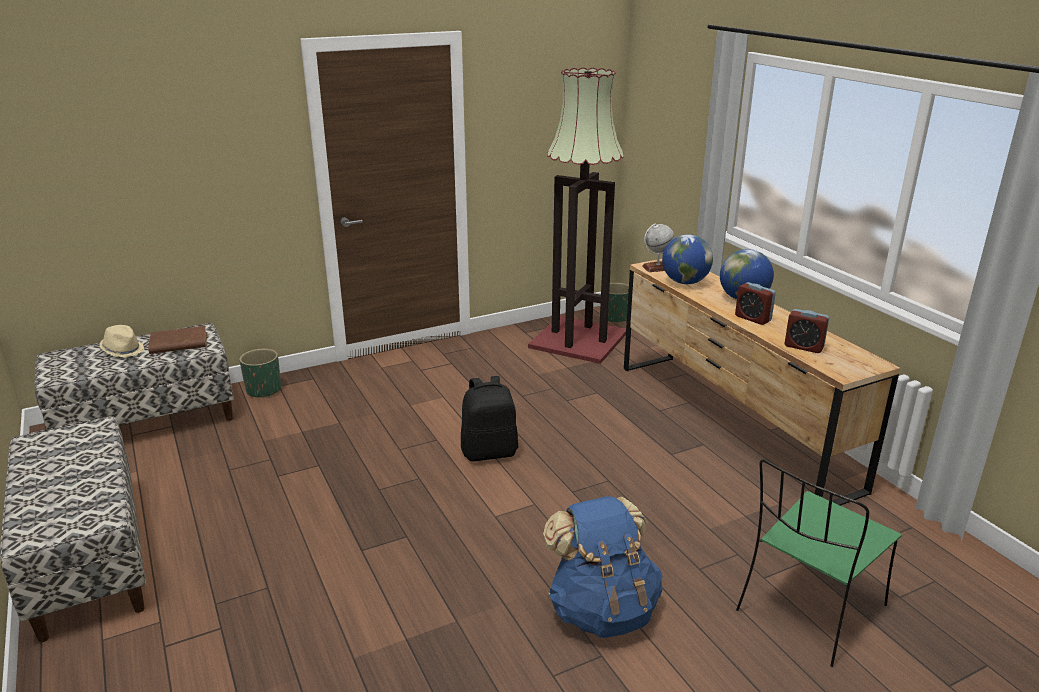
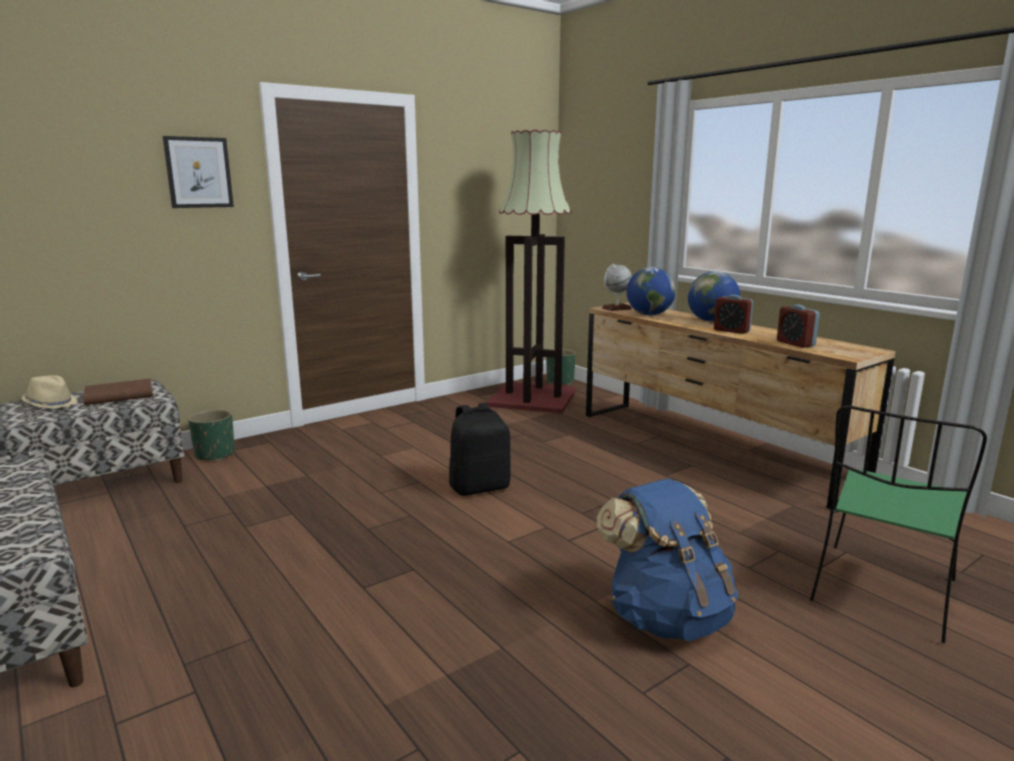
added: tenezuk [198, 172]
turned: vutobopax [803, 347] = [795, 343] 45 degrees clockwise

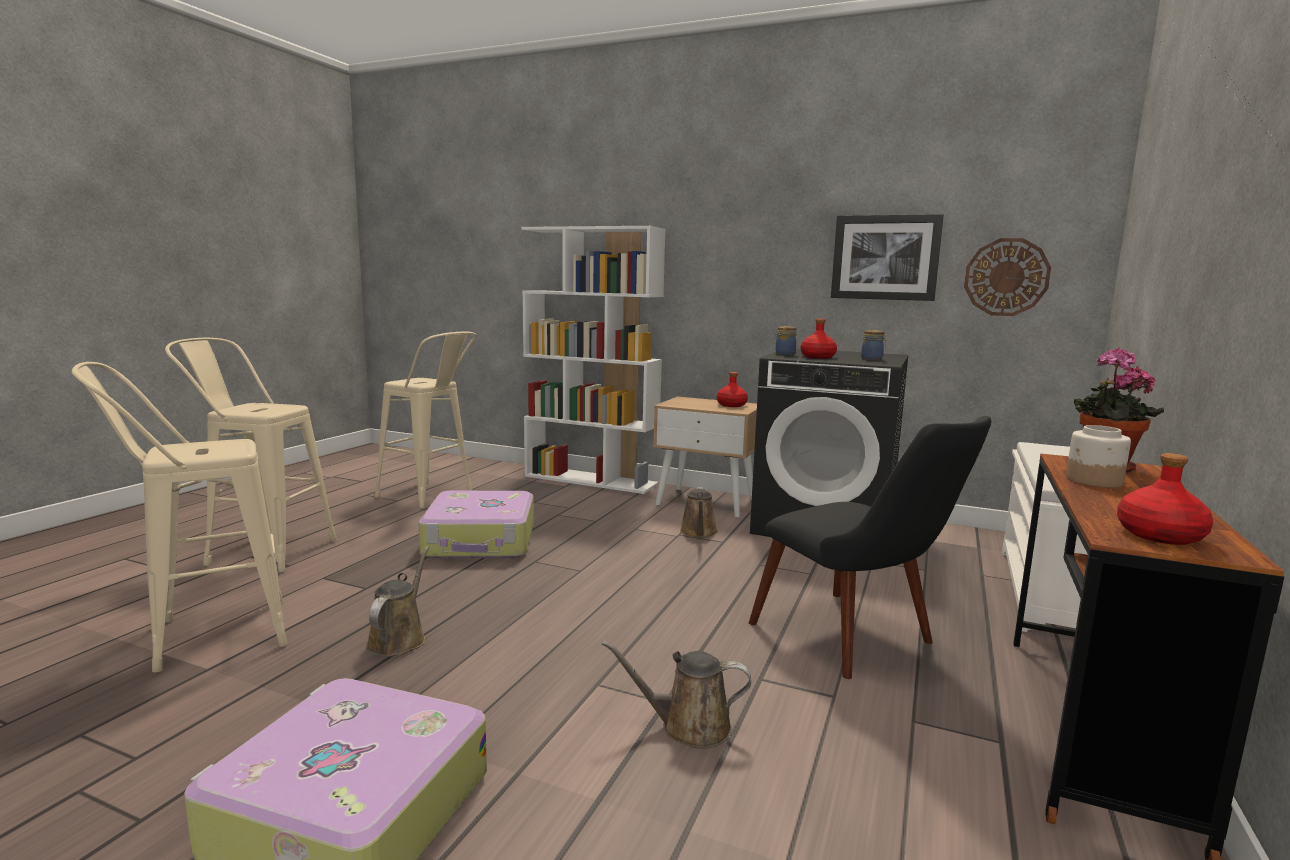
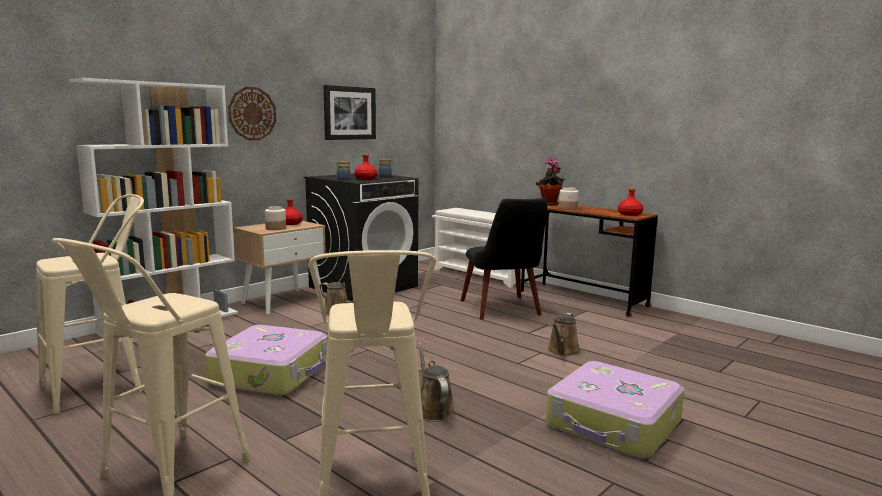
added: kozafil [275, 228]
moved: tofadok [1006, 277] to [252, 113]
turned: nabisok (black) [858, 641] = [504, 311] 90 degrees clockwise; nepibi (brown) [399, 639] = [432, 409] 45 degrees clockwise

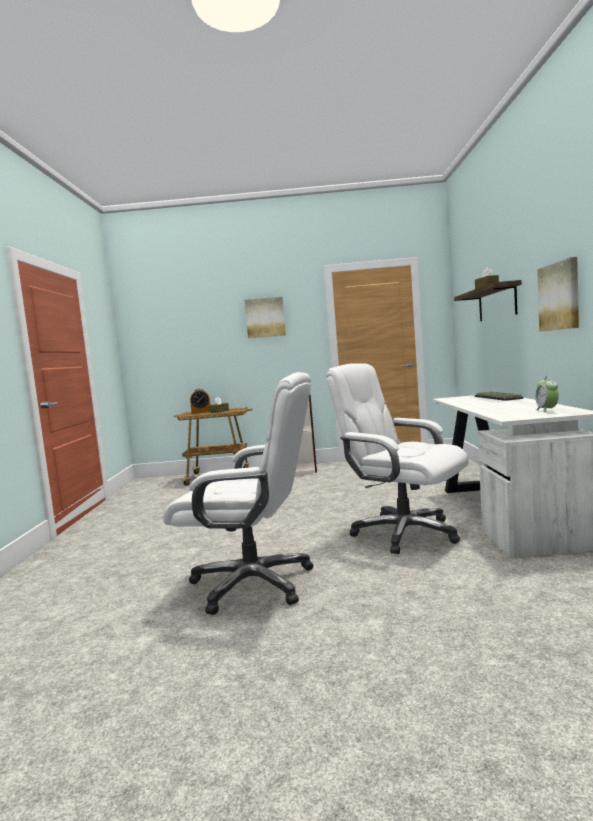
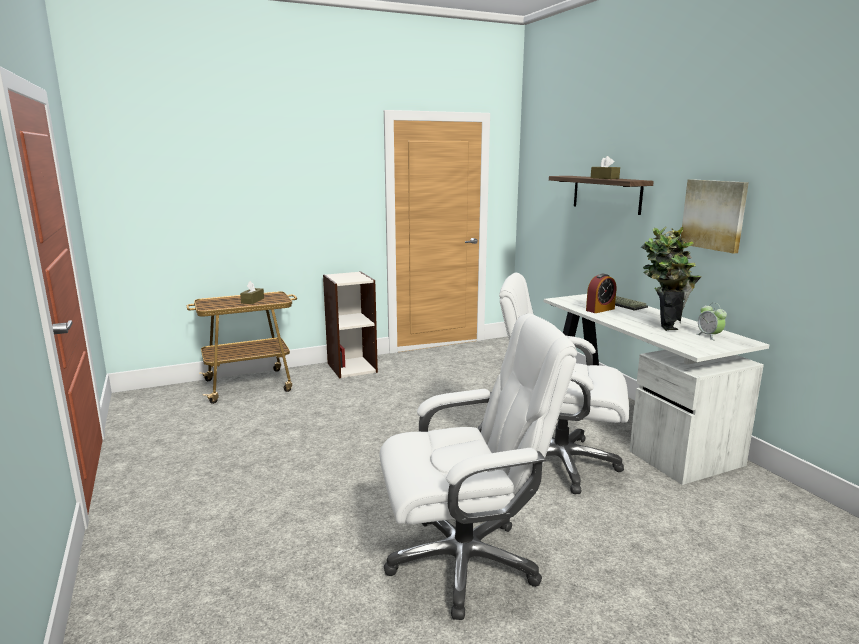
removed: tenezuk [265, 317]
added: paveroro [663, 324]
moved: vutobopax [201, 412] to [600, 309]

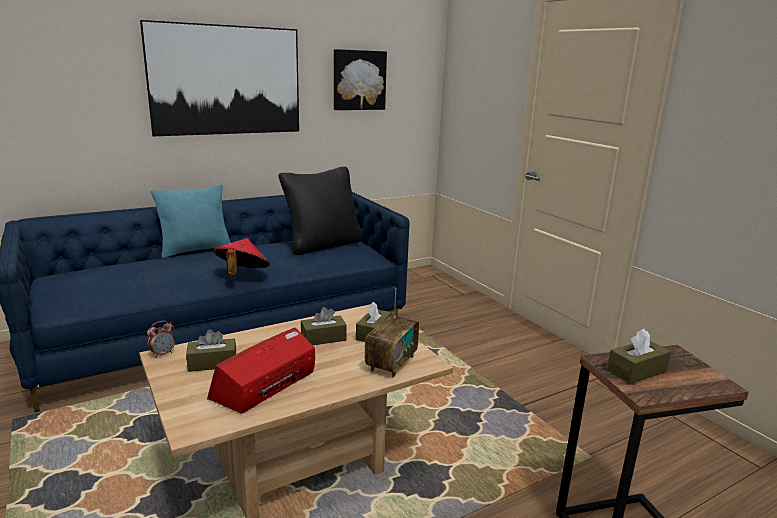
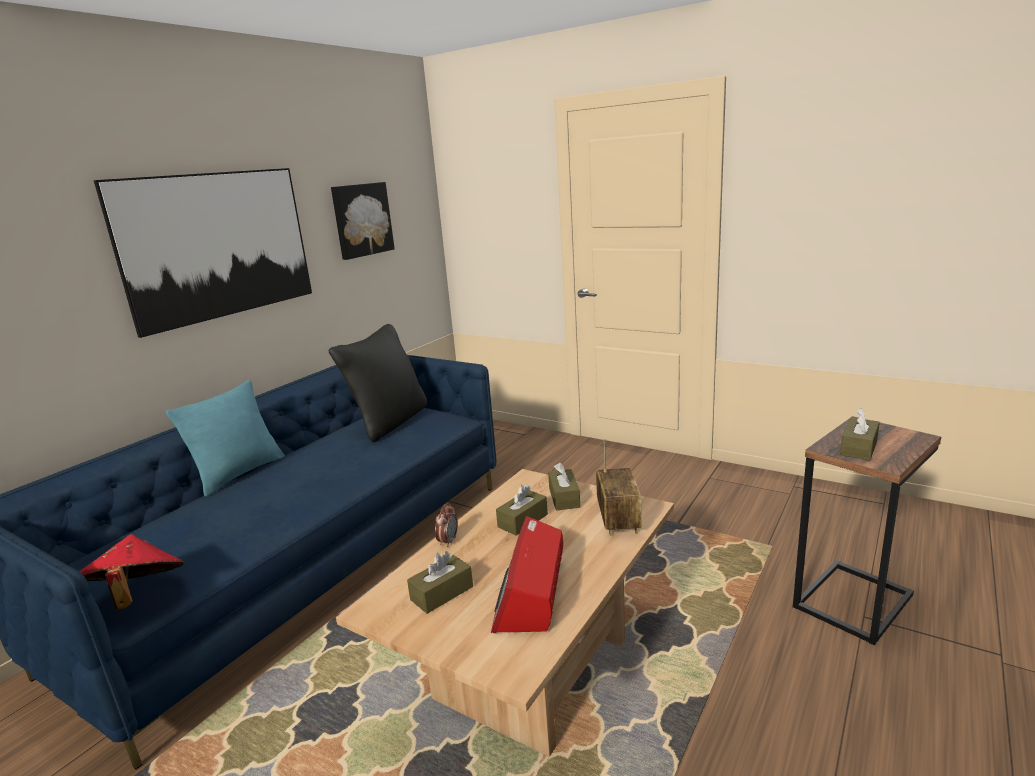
moved: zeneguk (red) [242, 274] to [138, 595]; vutobopax [162, 354] to [448, 541]

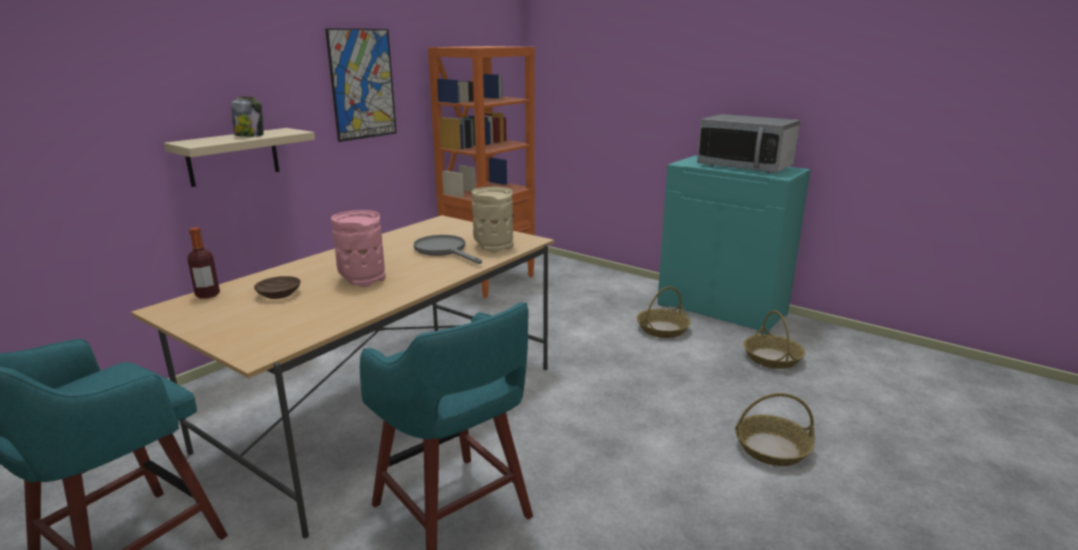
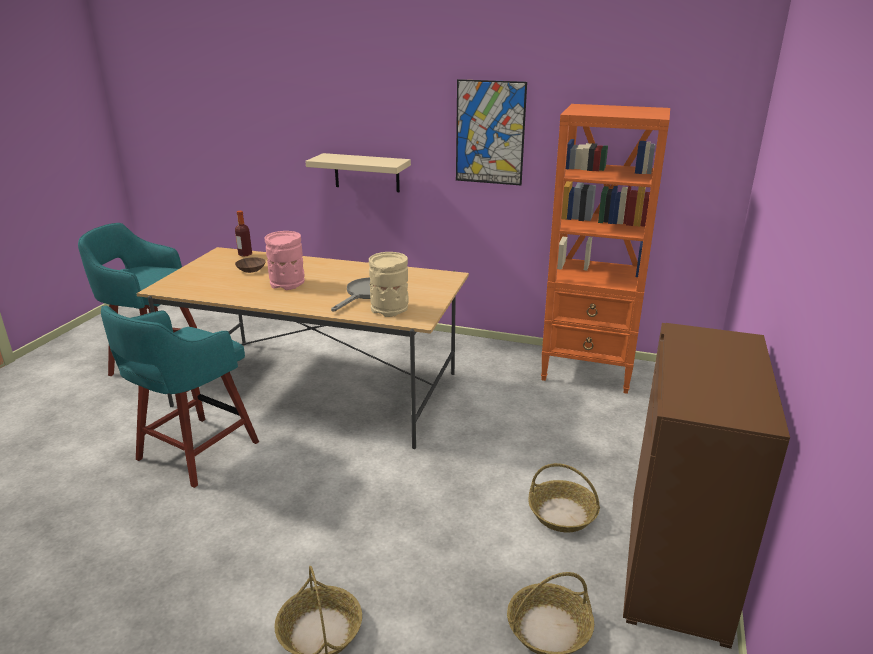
removed: kozafil [249, 135]; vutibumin [745, 166]
recoloured: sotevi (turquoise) [722, 309] to sotevi (brown) [678, 565]

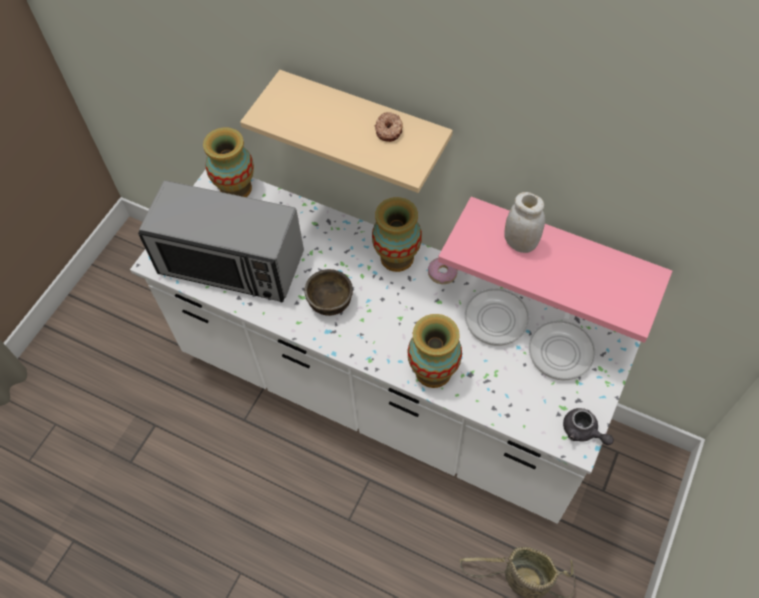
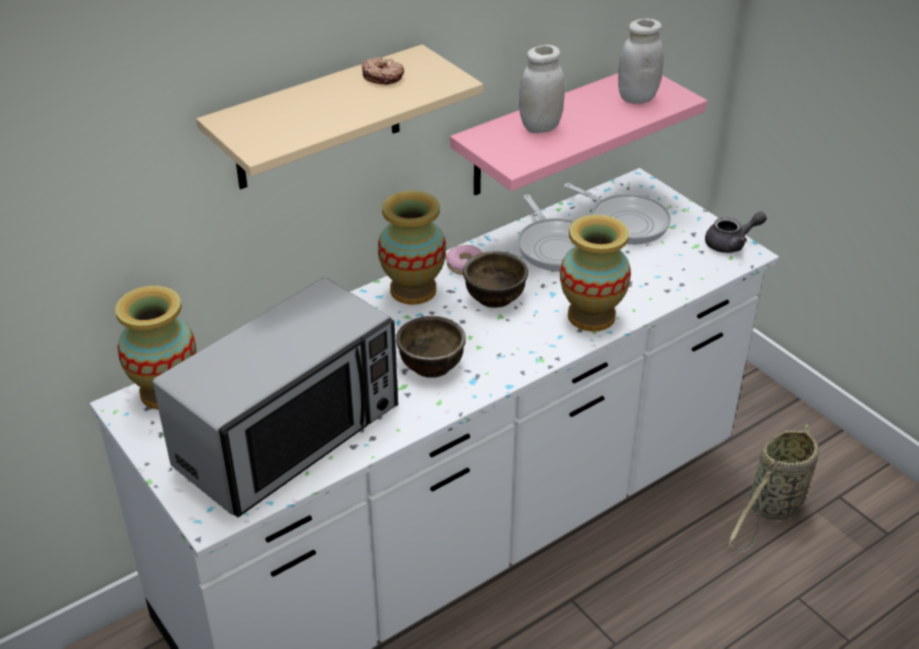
added: kozafil (white) [637, 97]; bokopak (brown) [495, 297]

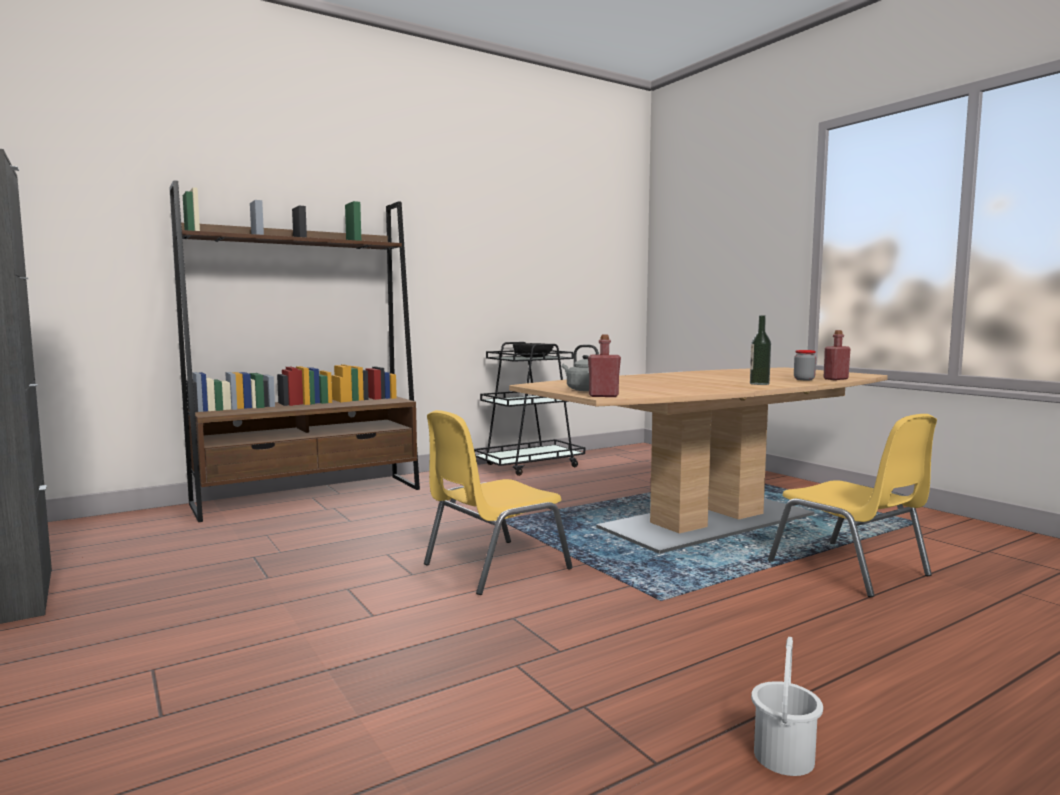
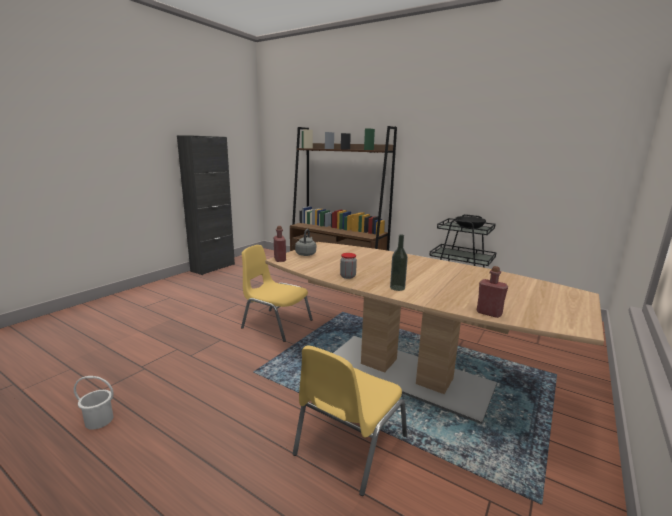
moved: kozafil [804, 379] to [348, 276]

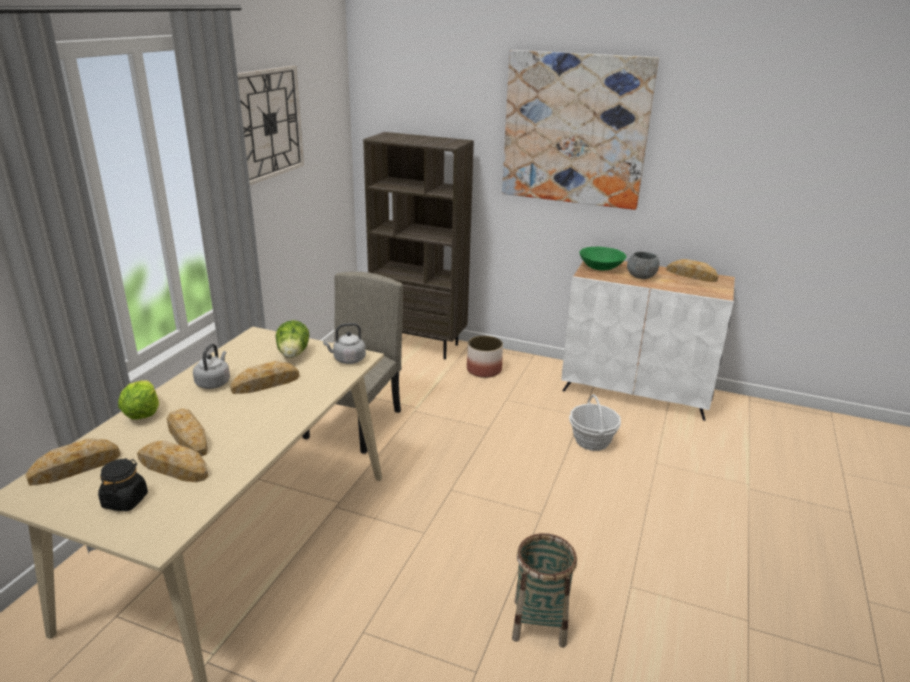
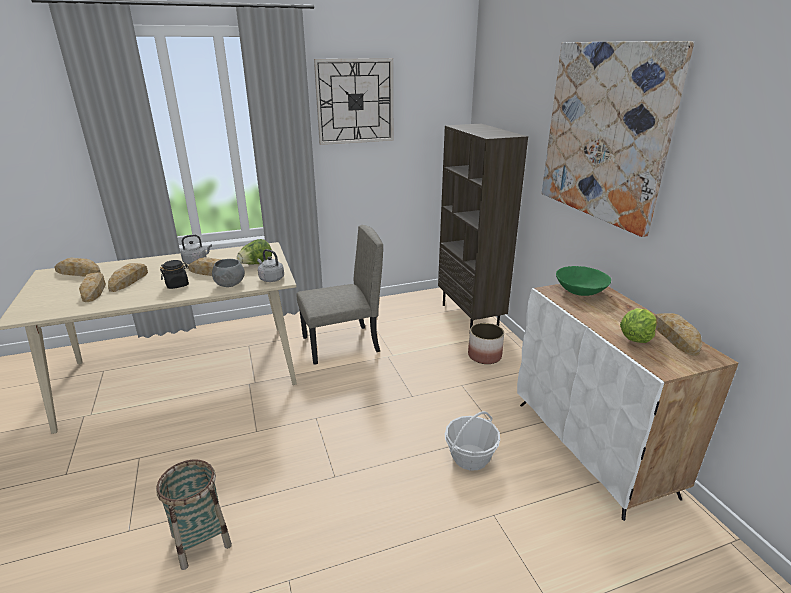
moved: bokopak (grey) [641, 277] to [229, 284]; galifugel [142, 413] to [635, 338]; kozafil (black) [125, 500] to [177, 285]

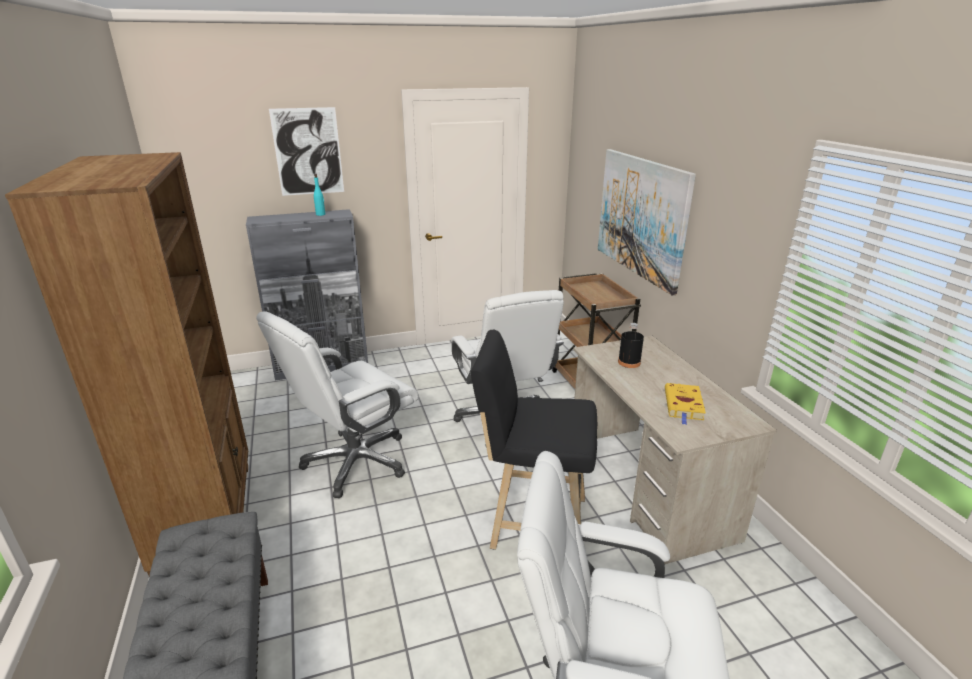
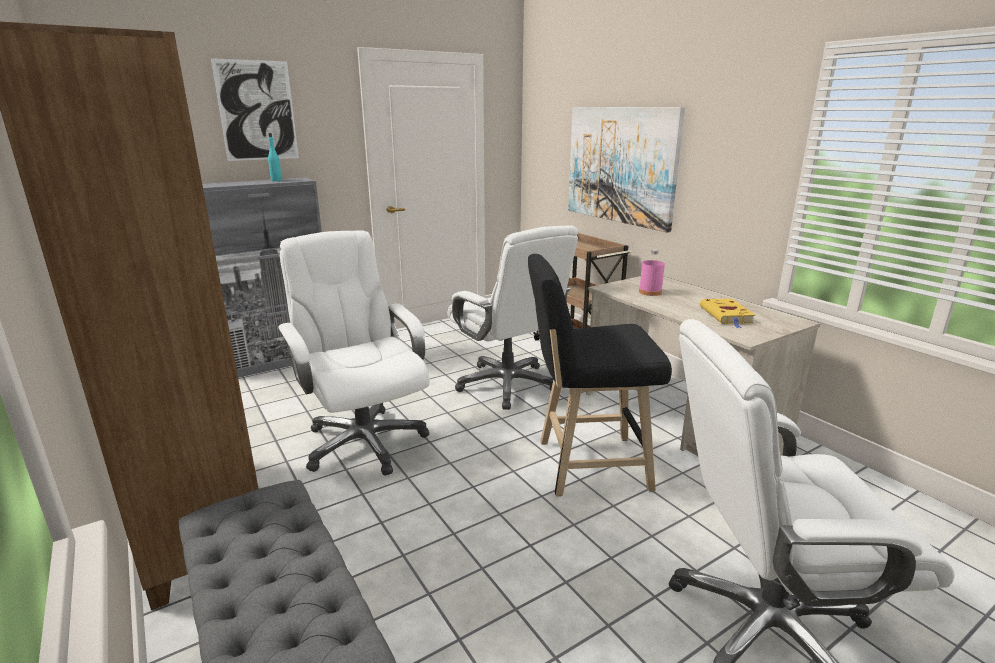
recoloured: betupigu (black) [629, 362] to betupigu (pink) [650, 292]
turned: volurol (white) [355, 462] = [364, 442] 120 degrees clockwise

